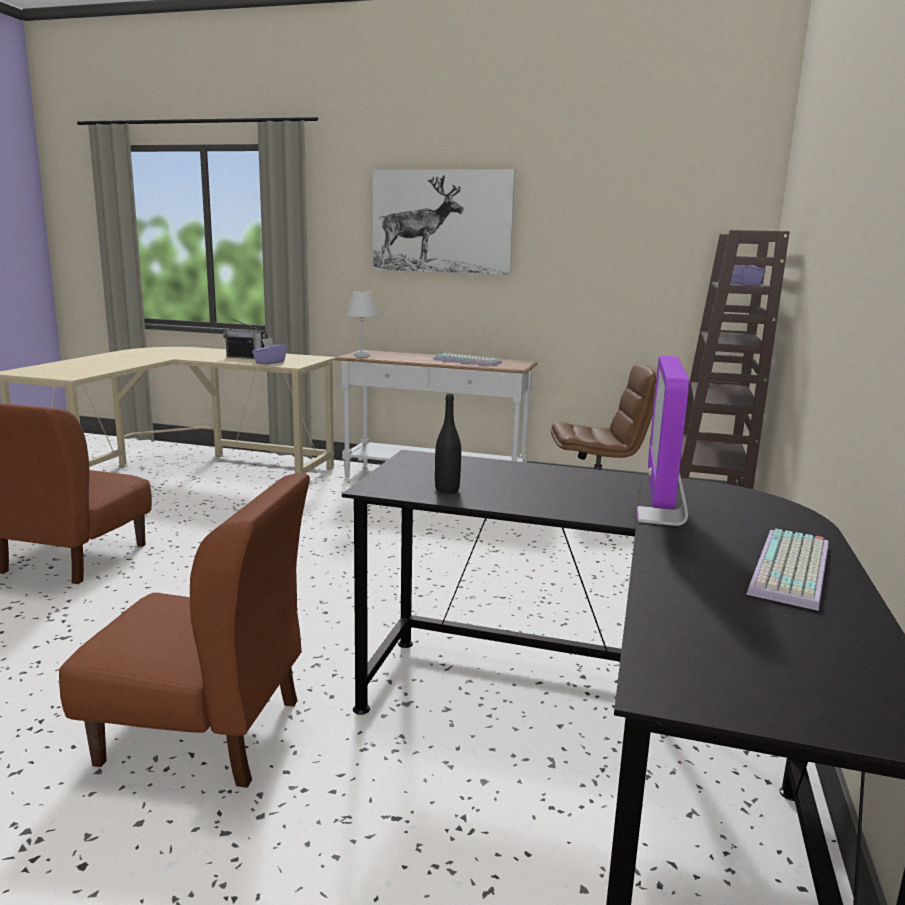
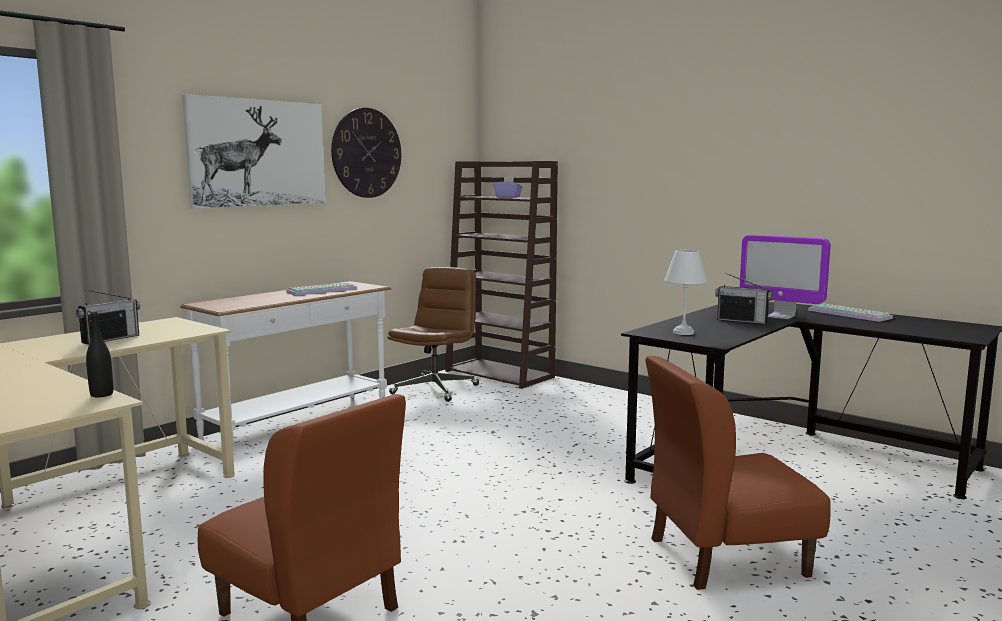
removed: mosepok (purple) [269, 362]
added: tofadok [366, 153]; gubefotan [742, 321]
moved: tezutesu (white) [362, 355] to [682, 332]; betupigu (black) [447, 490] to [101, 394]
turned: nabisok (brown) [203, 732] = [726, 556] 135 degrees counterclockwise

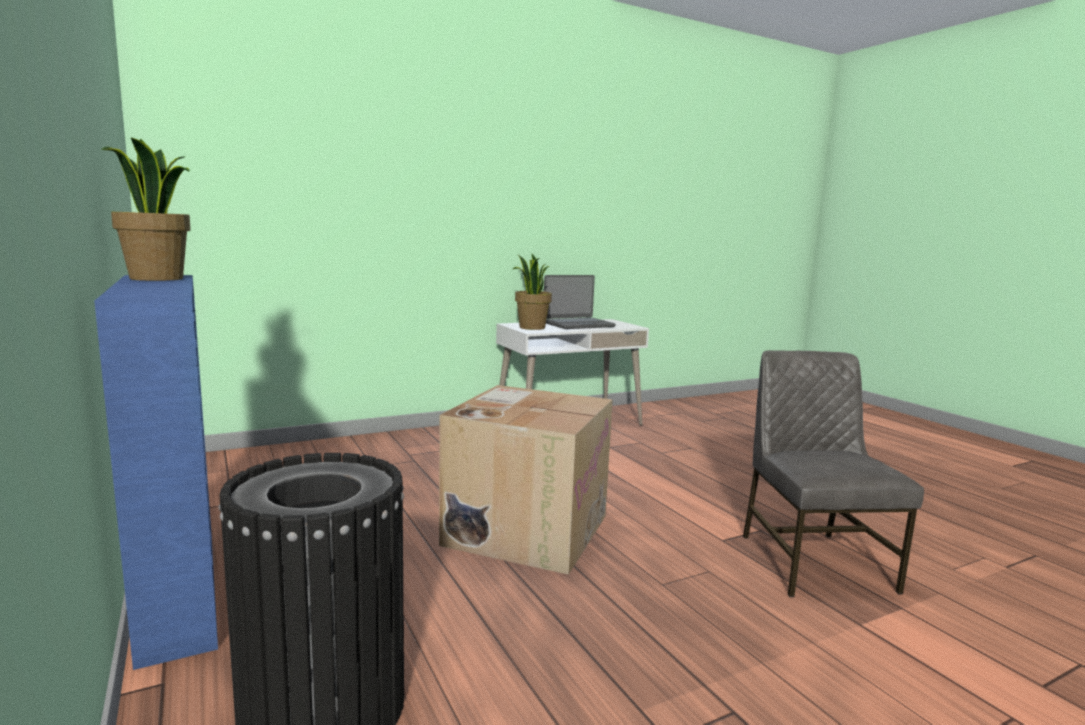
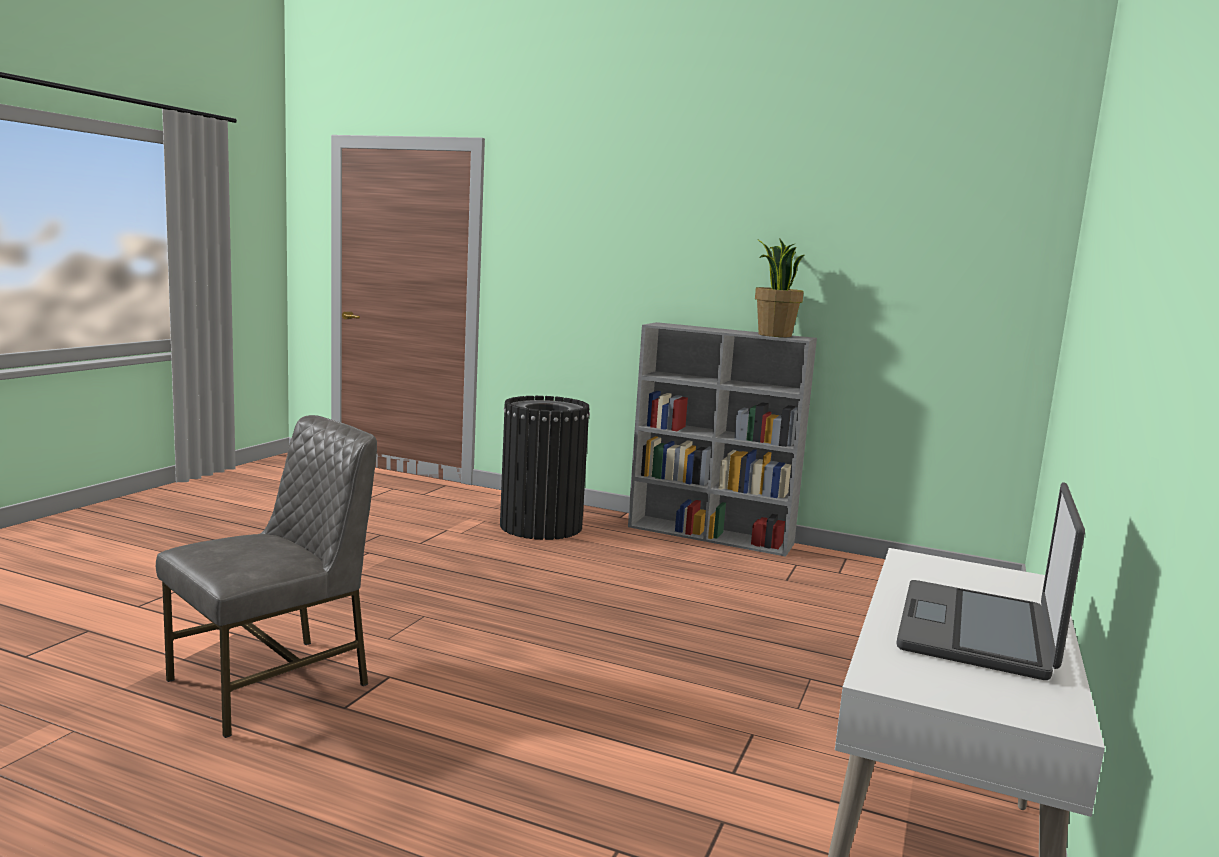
removed: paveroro [531, 327]; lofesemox [525, 528]
recoloured: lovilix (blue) [178, 587] to lovilix (grey) [712, 535]
turned: nabisok (grey) [813, 561] = [273, 682] 90 degrees counterclockwise

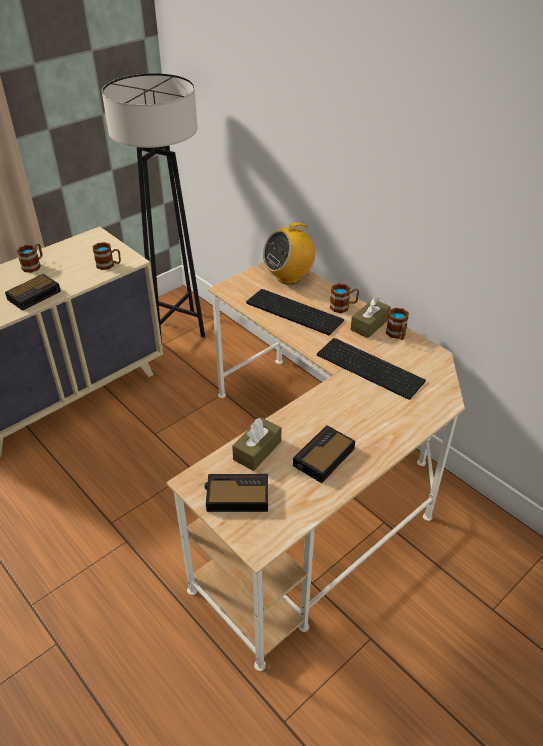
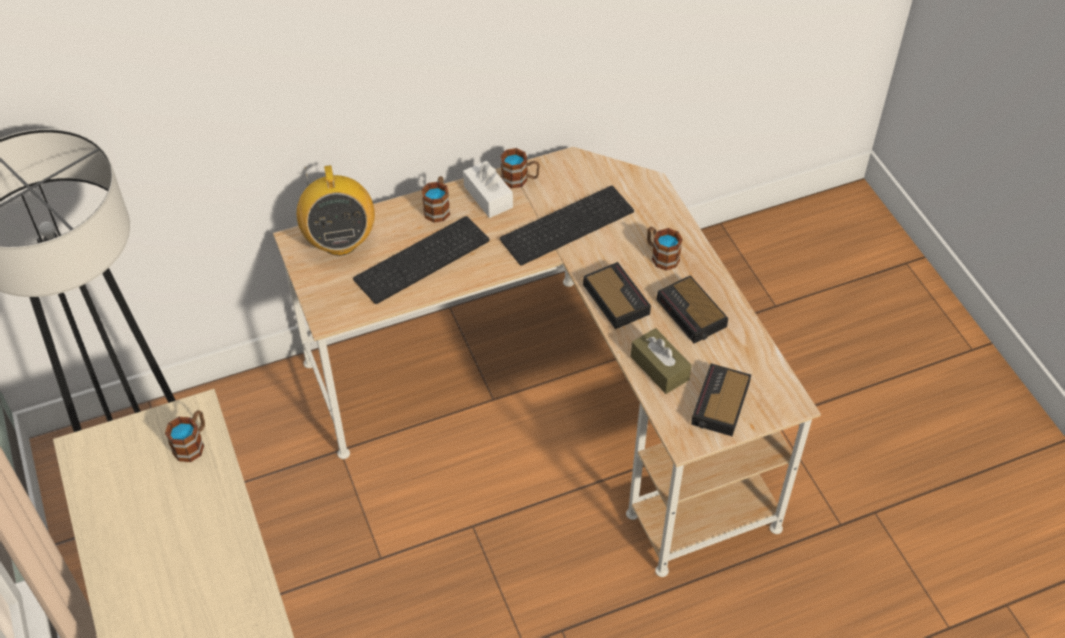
moved: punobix [34, 265] to [661, 256]; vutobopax [35, 295] to [615, 298]
recoloured: mosepok (brown) [369, 325] to mosepok (white) [488, 197]

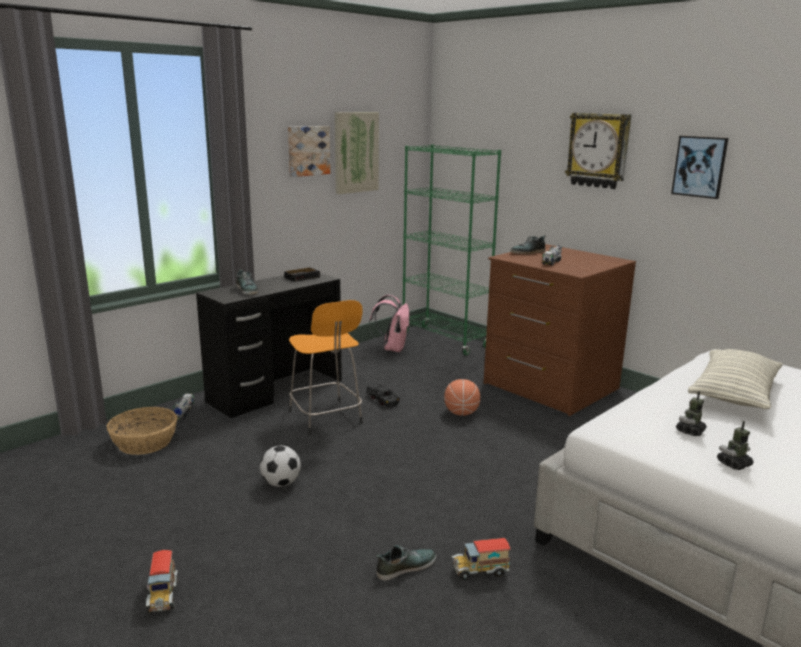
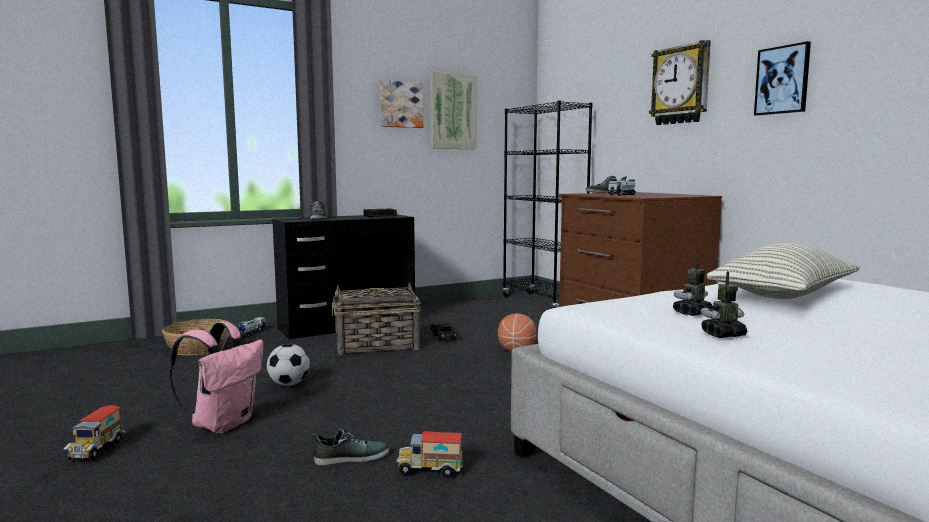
moved: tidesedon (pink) [392, 348] to [223, 424]
replaced: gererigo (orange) [326, 419] to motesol [376, 345]
recoloured: lovilix (green) [444, 340] to lovilix (black) [543, 303]

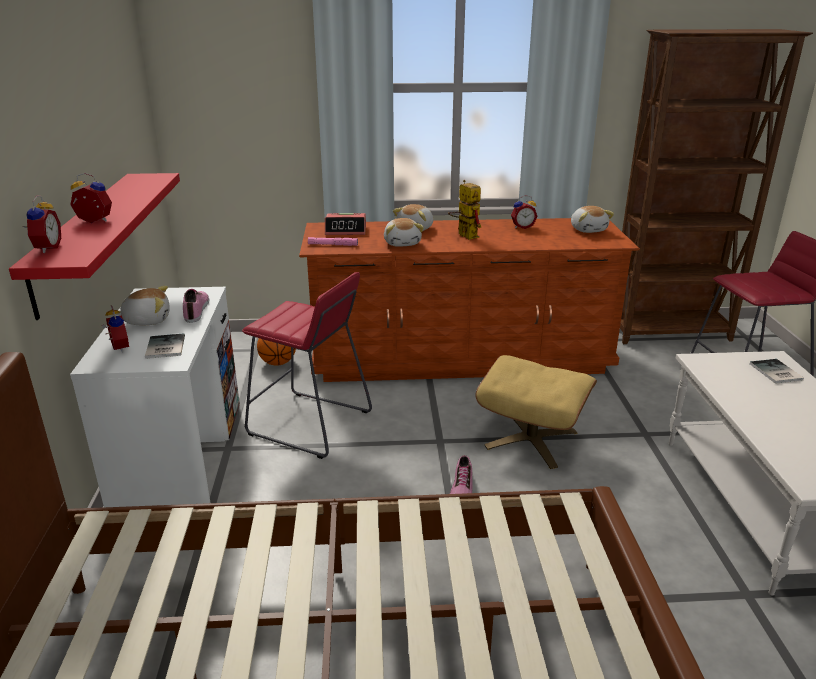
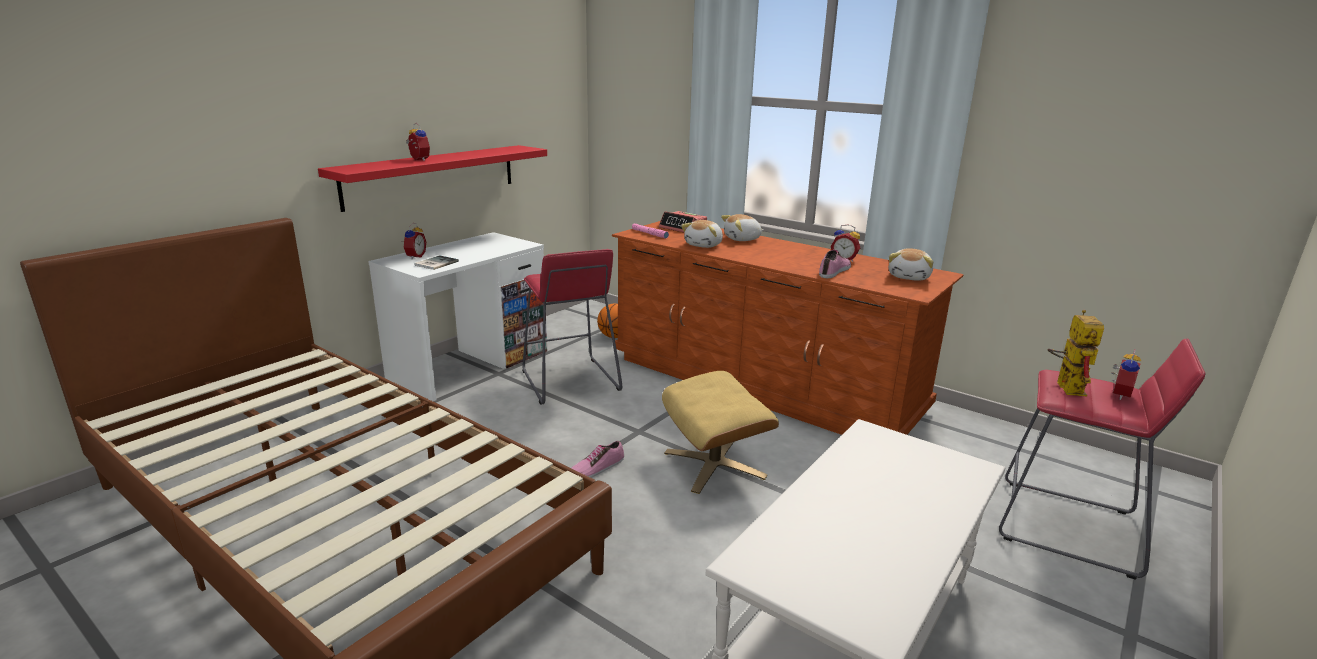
removed: lovilix (brown) [670, 333]; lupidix [147, 320]; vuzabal [775, 372]
moved: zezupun [464, 235] to [1065, 386]; vutobopax [46, 248] to [1117, 394]; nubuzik [197, 310] to [835, 271]

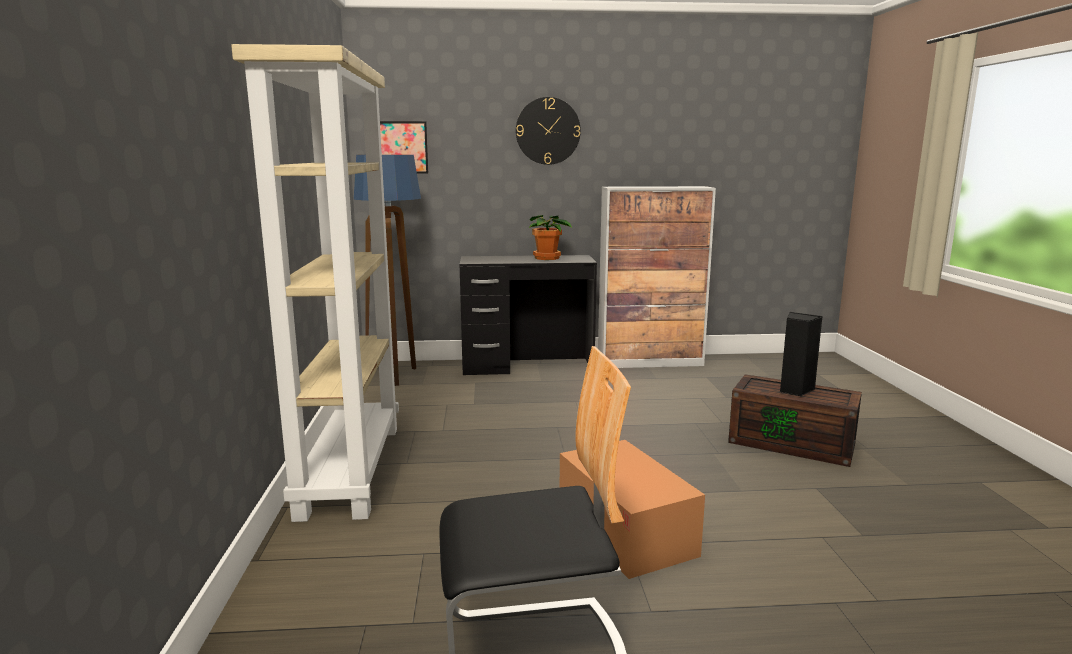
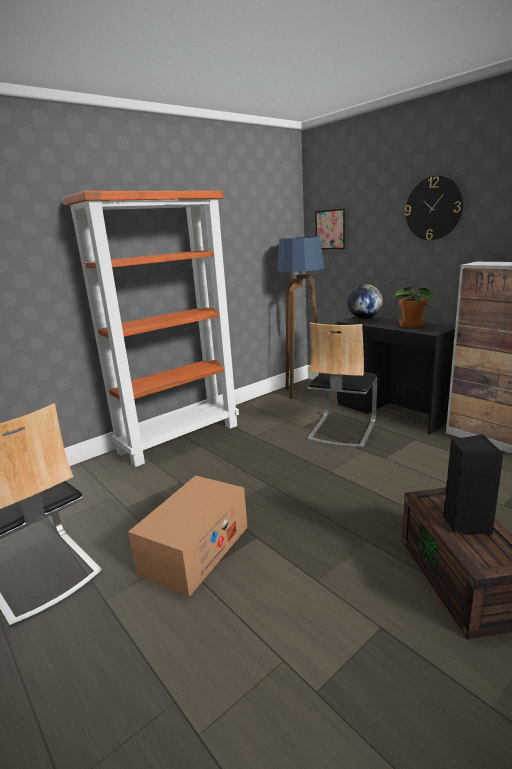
added: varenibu [364, 318]; nabisok [341, 430]
recoloured: lovilix (beige) [350, 468] to lovilix (orange) [180, 438]

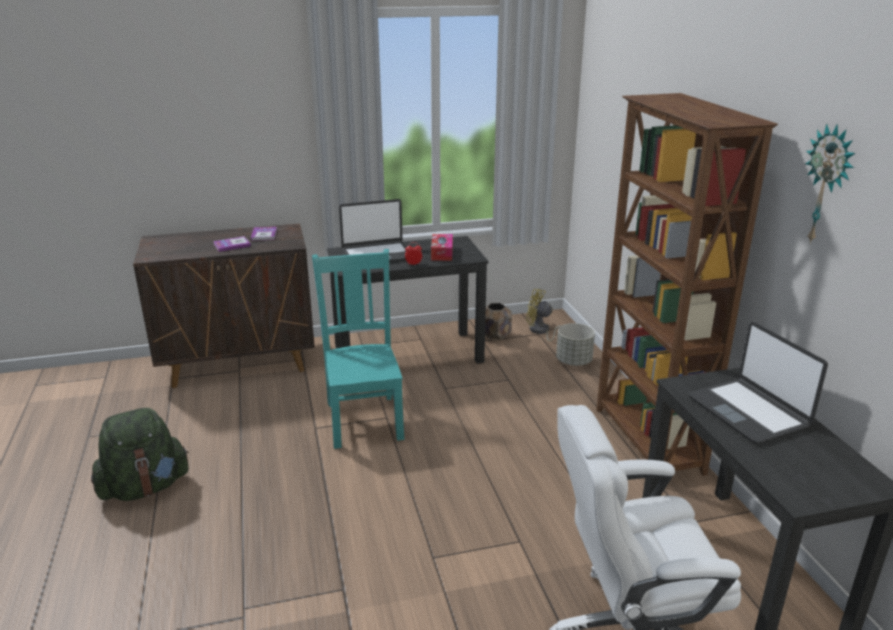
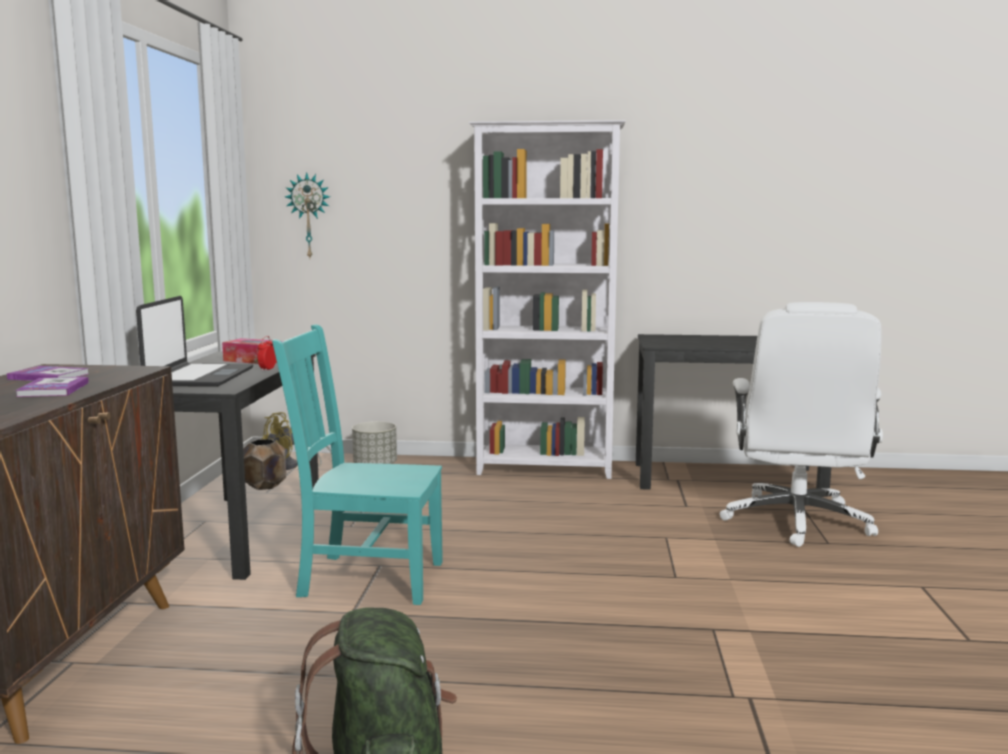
removed: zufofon [748, 411]
moved: tofadok [827, 185] to [309, 216]
recoloured: lovilix (brown) [647, 441] to lovilix (white) [546, 469]

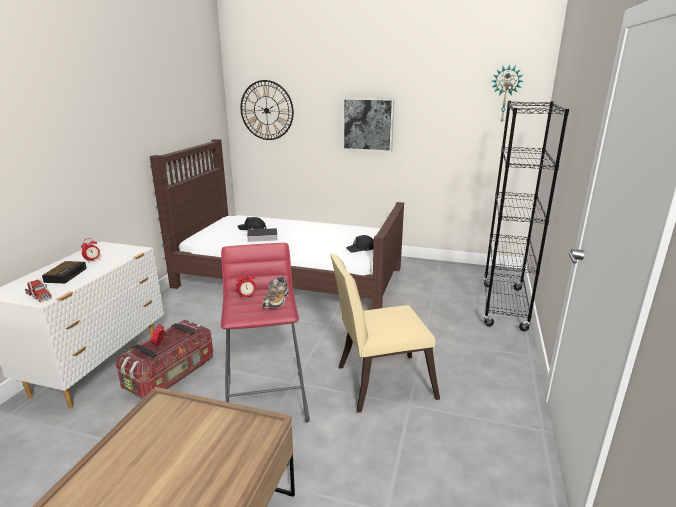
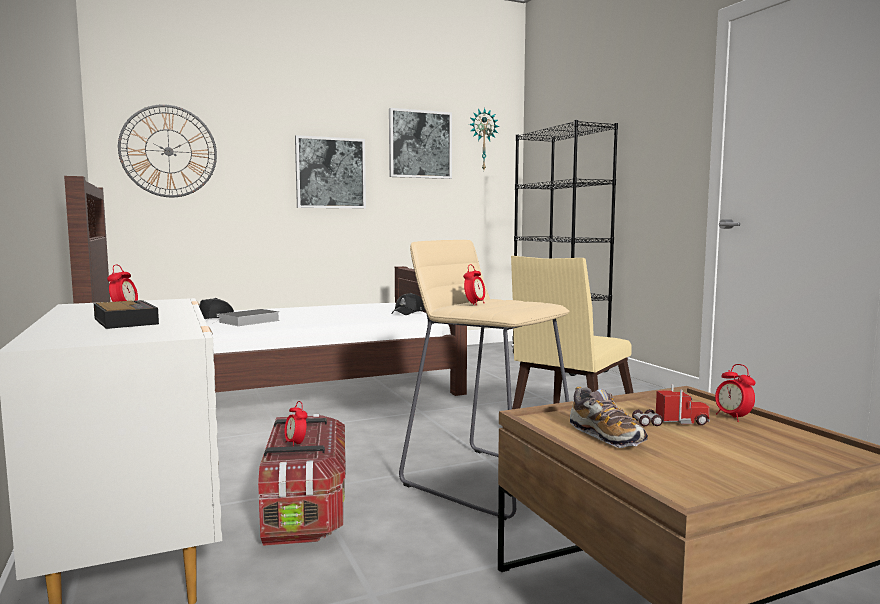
added: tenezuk [420, 144]; vutobopax [733, 417]
moved: nubuzik [276, 301] to [606, 436]; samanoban [38, 296] to [670, 423]
recoloured: gererigo (red) [267, 399] to gererigo (beige) [488, 480]

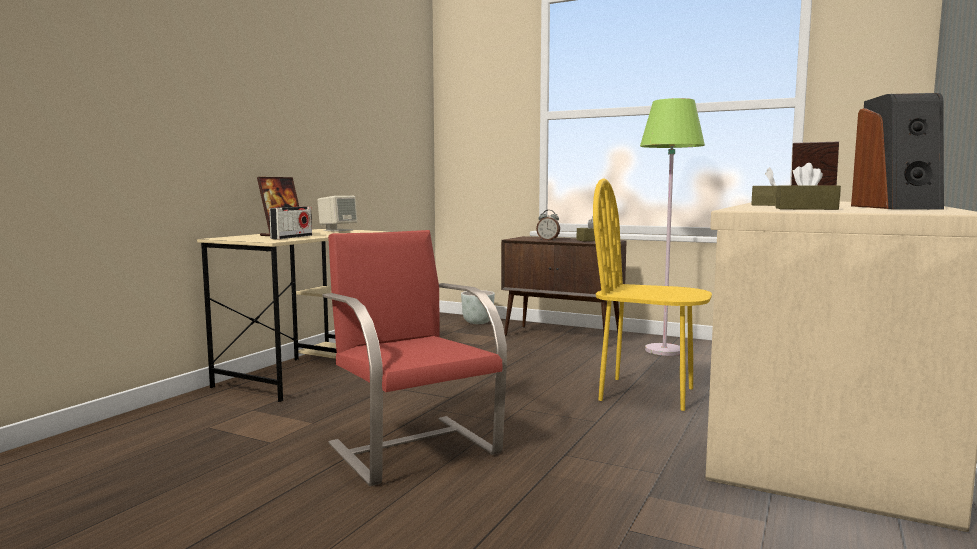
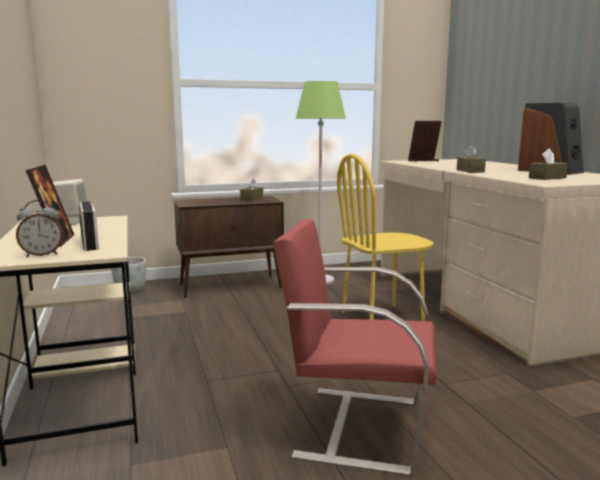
moved: vutobopax [548, 240] to [42, 254]

